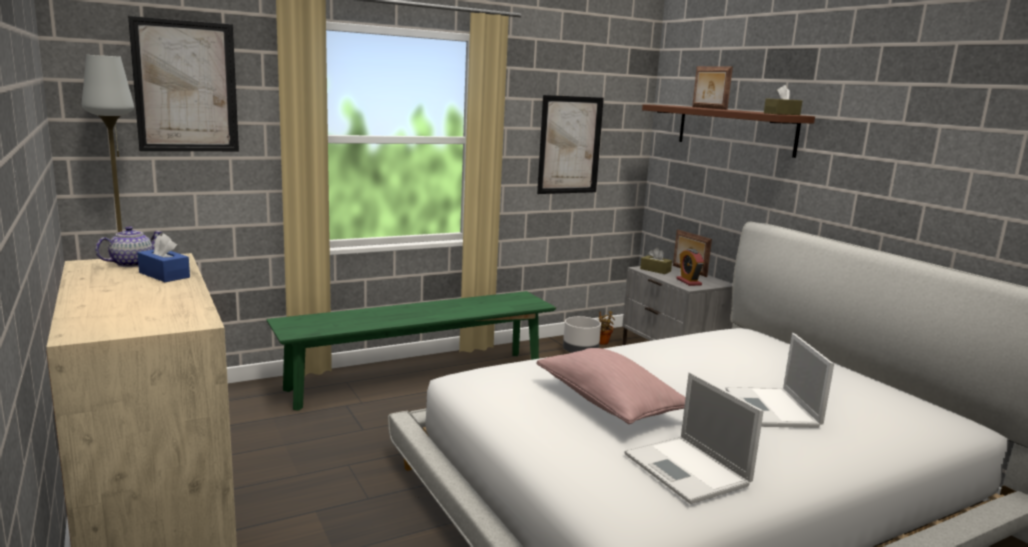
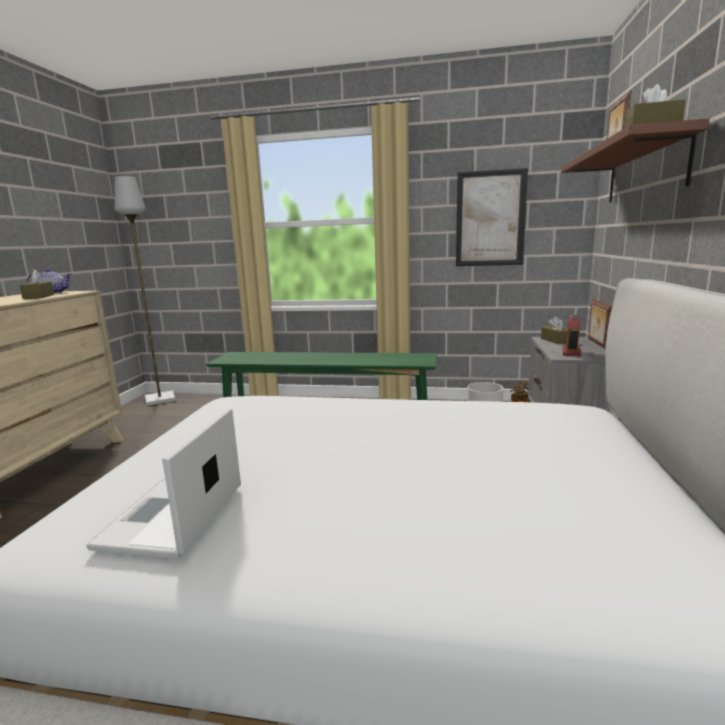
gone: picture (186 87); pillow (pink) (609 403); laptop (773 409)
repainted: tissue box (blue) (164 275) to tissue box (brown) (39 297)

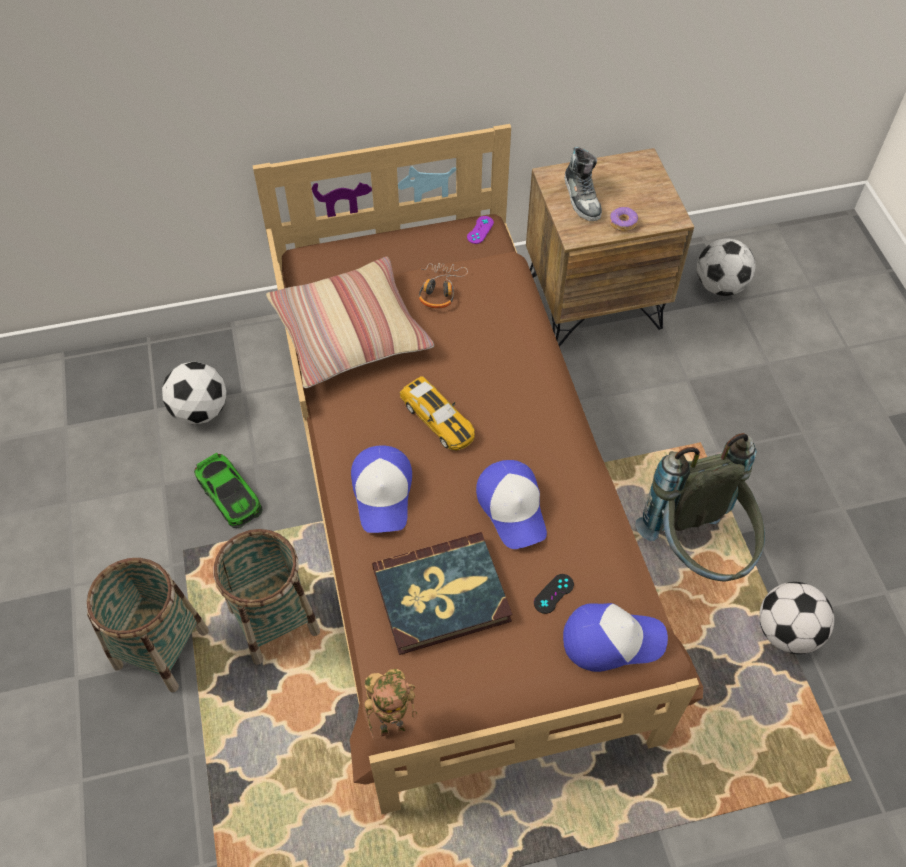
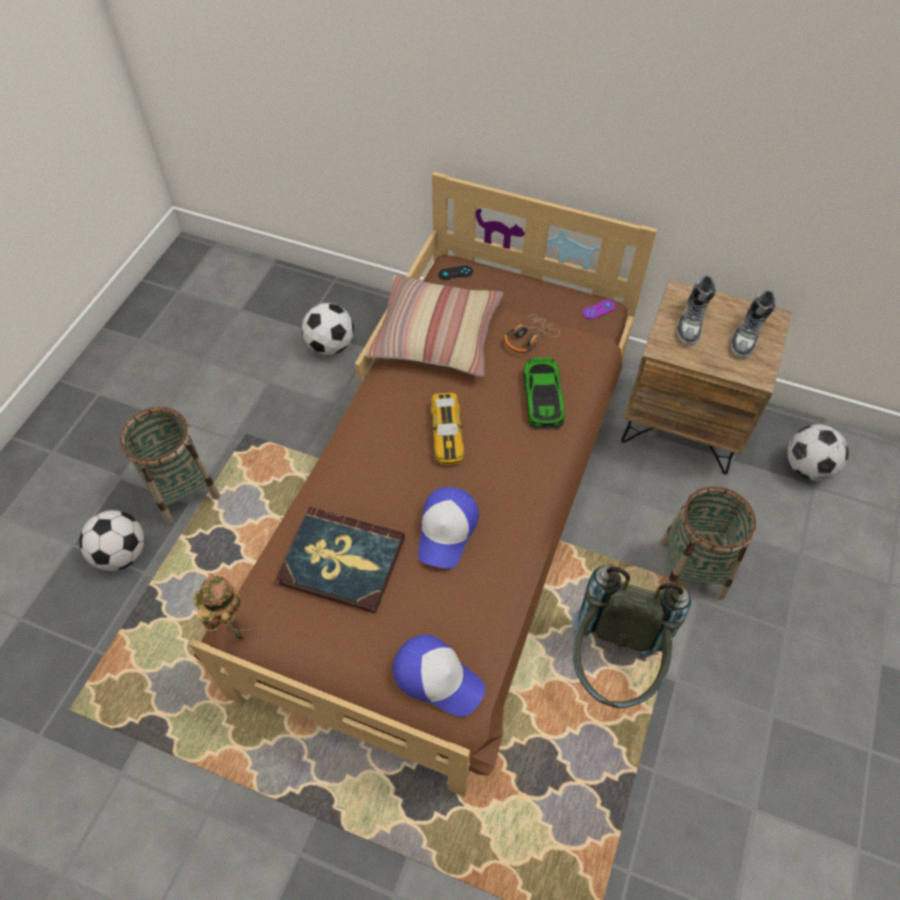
gone: cap (383 493); donut (622 223)
new: shoe (748 335)
shifted: toy car (229 494) to (542 398); basket (274 621) to (691 569); game controller (black) (553 594) to (455 273); football (786 631) to (121 554)
rotated: toy robot (393 726) = (234 631) 135 degrees counterclockwise

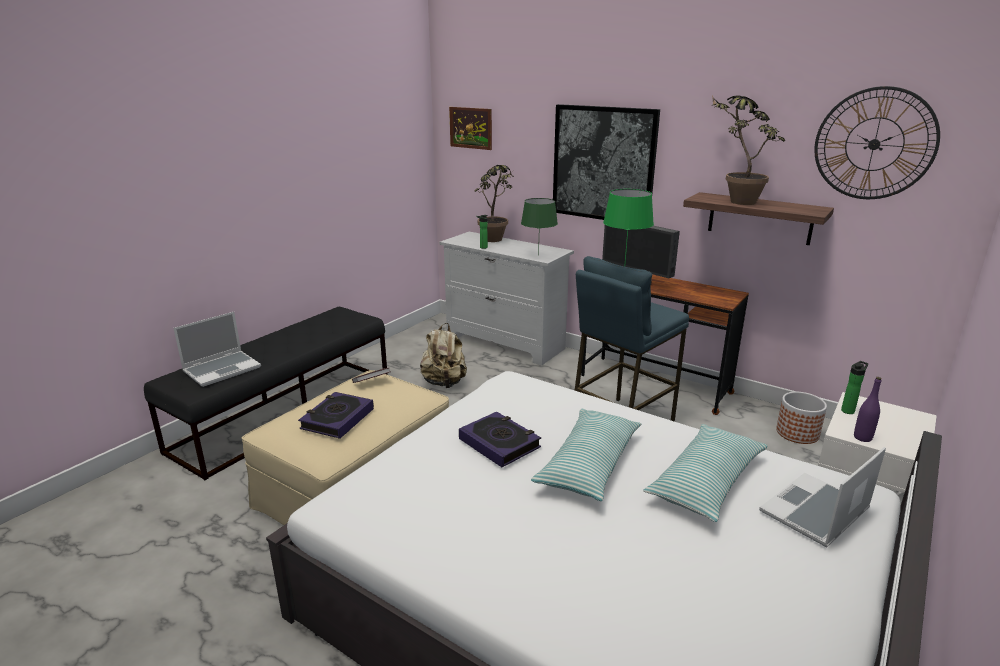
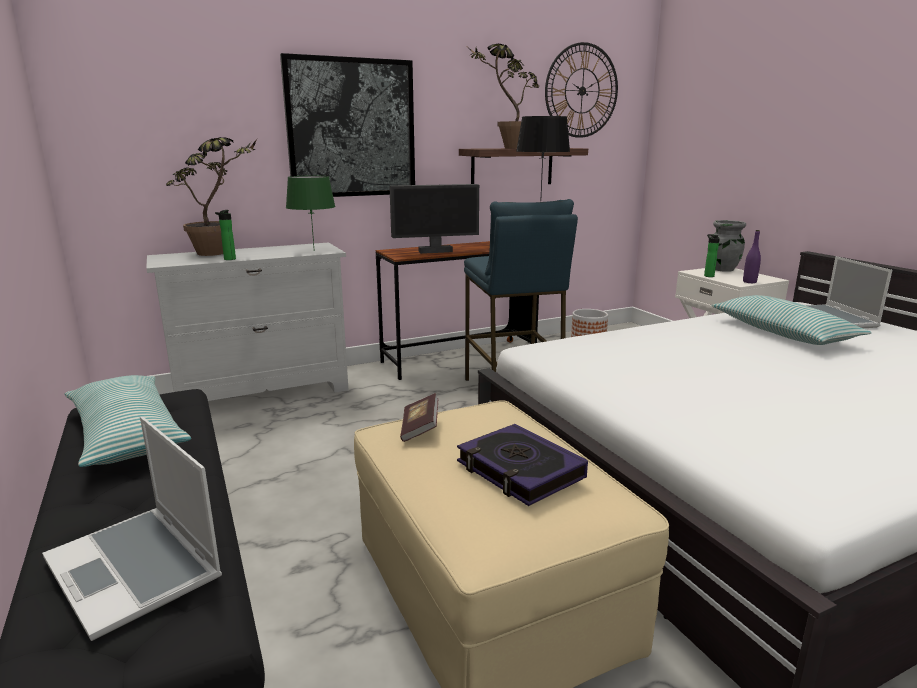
gone: backpack (beige) (444 383); picture (471 128); book (499 443)
new: vase (grey) (722 269)
shifted: pillow (589 464) to (126 434)
repainted: table lamp (green) (624 266) to table lamp (black) (540 201)
rotated: laptop (222 369) = (136 570) 150 degrees clockwise

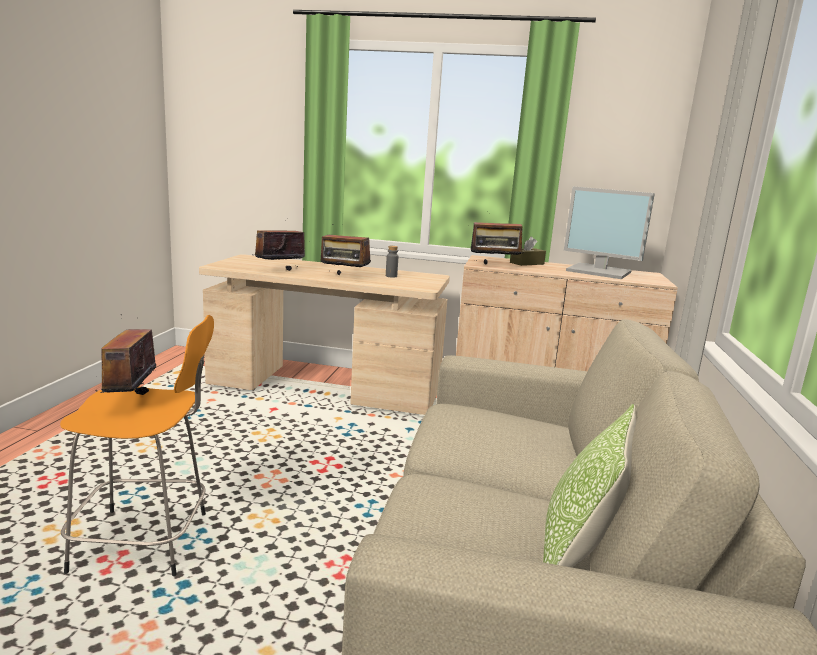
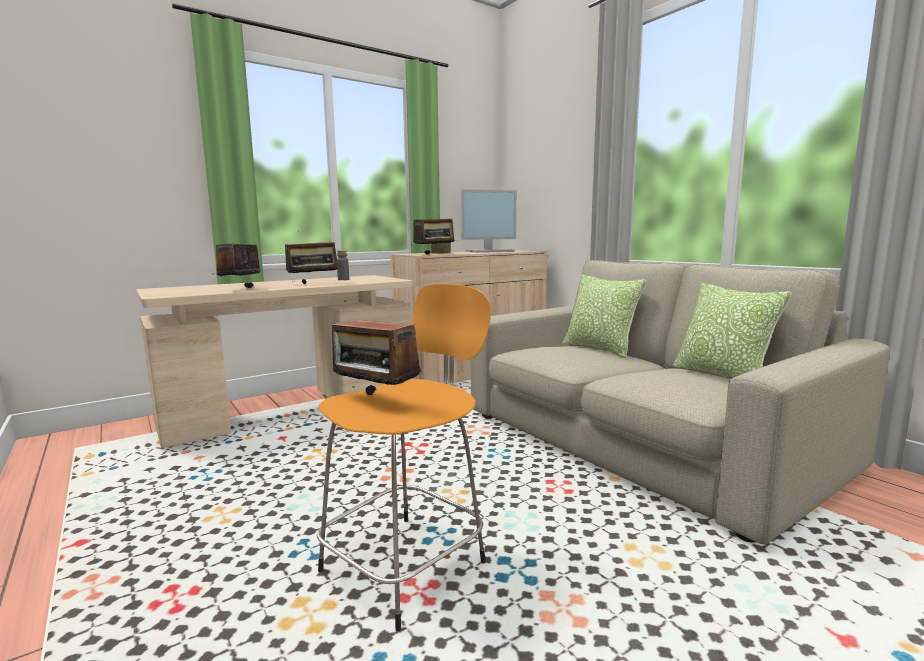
new: pillow (599 349)

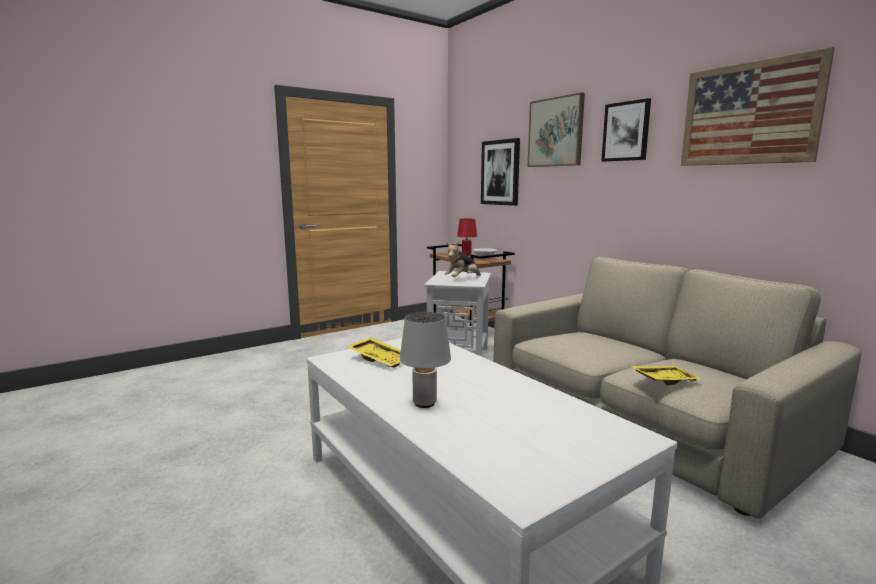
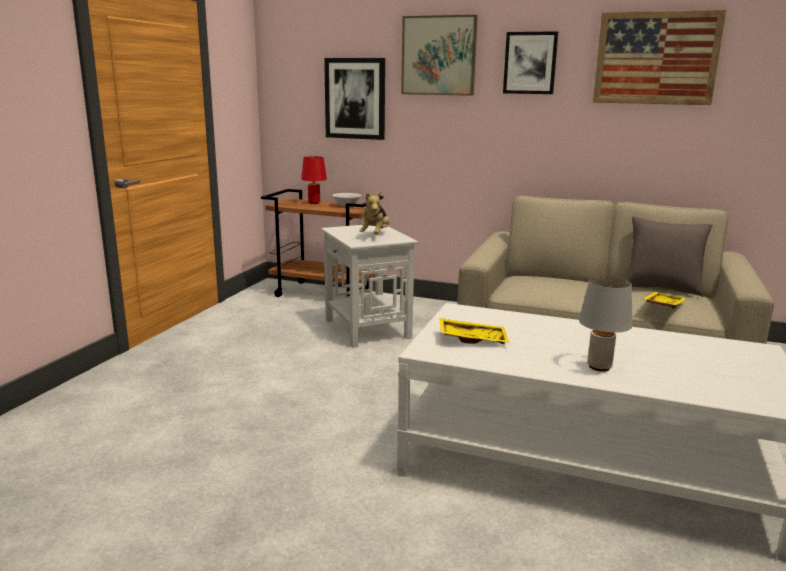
new: pillow (grey) (661 289)

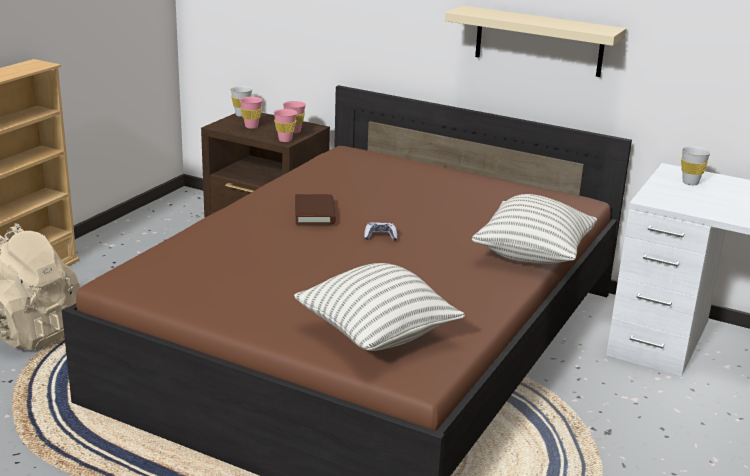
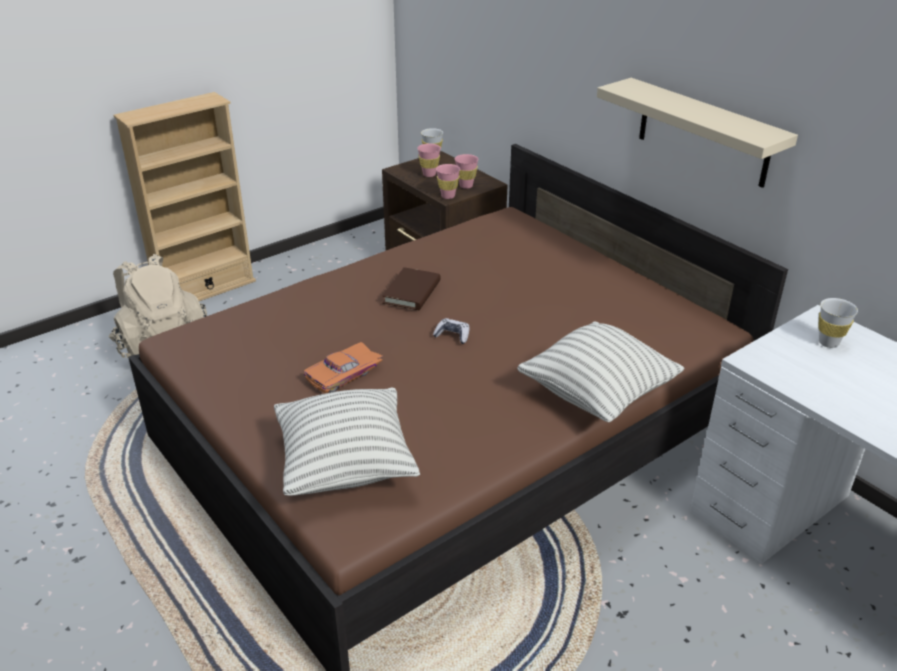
new: toy car (orange) (345 375)

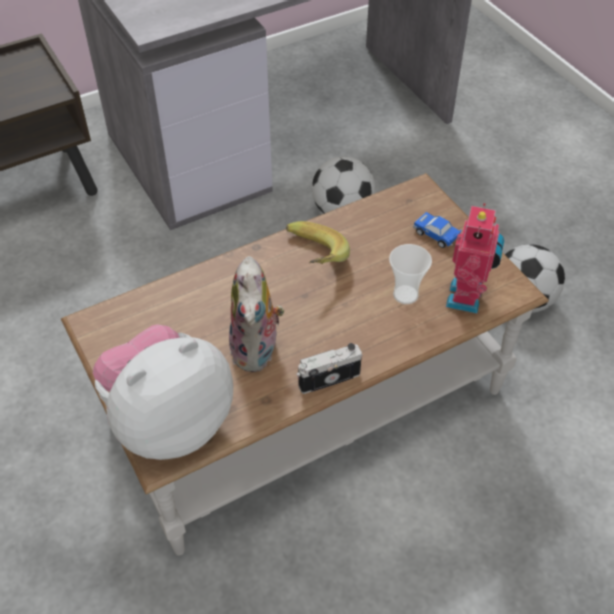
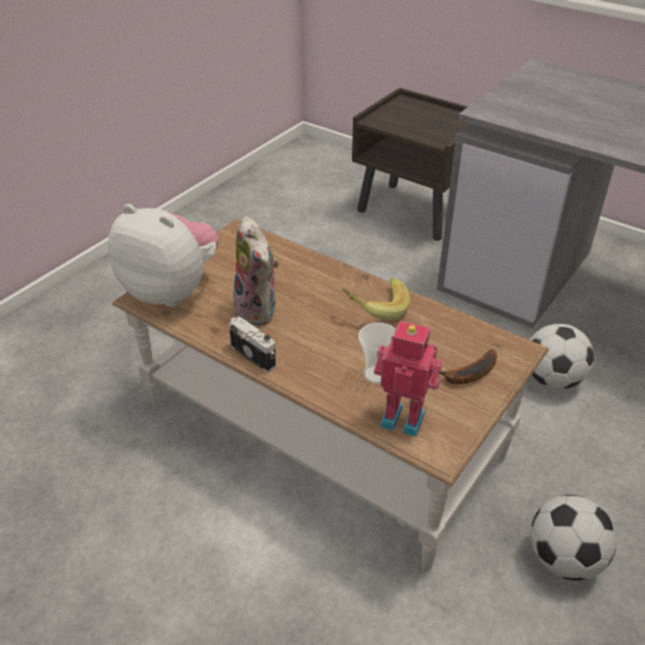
swapped: toy car (436 235) to banana (468 375)
rotated: plush toy (257 350) = (260 310) 90 degrees counterclockwise; toy robot (467 298) = (403 417) 150 degrees counterclockwise

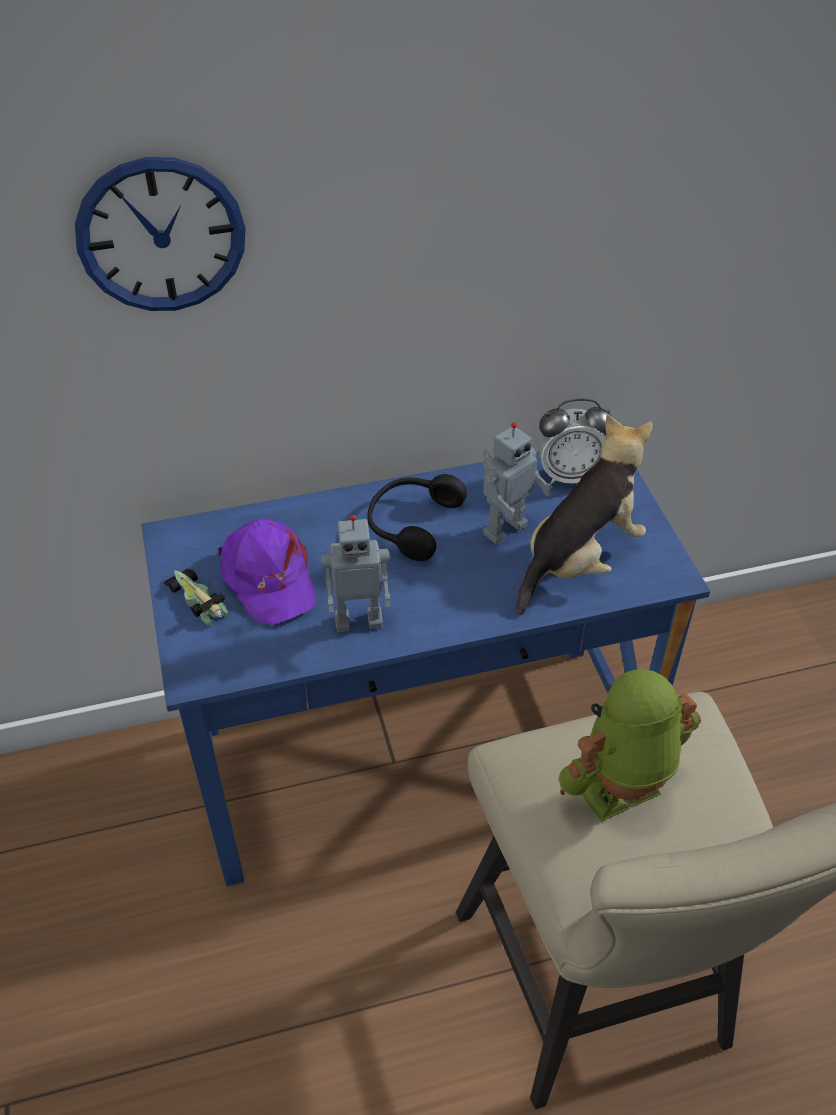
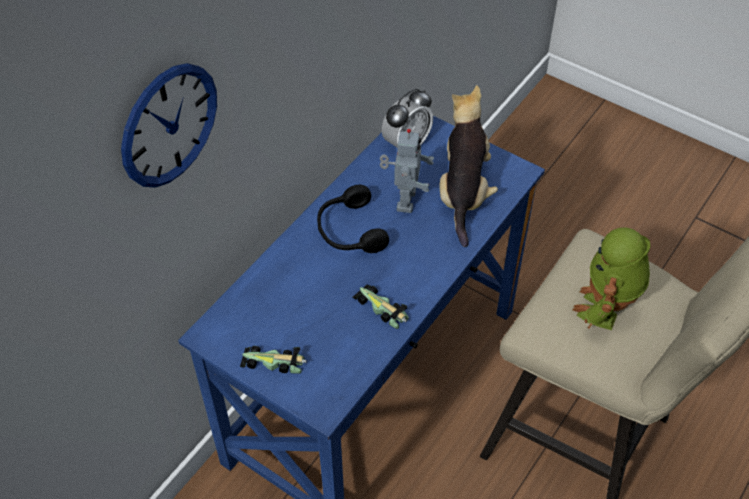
gone: cap (purple) (268 578)
swapped: toy robot (358 619) to toy car (382 308)

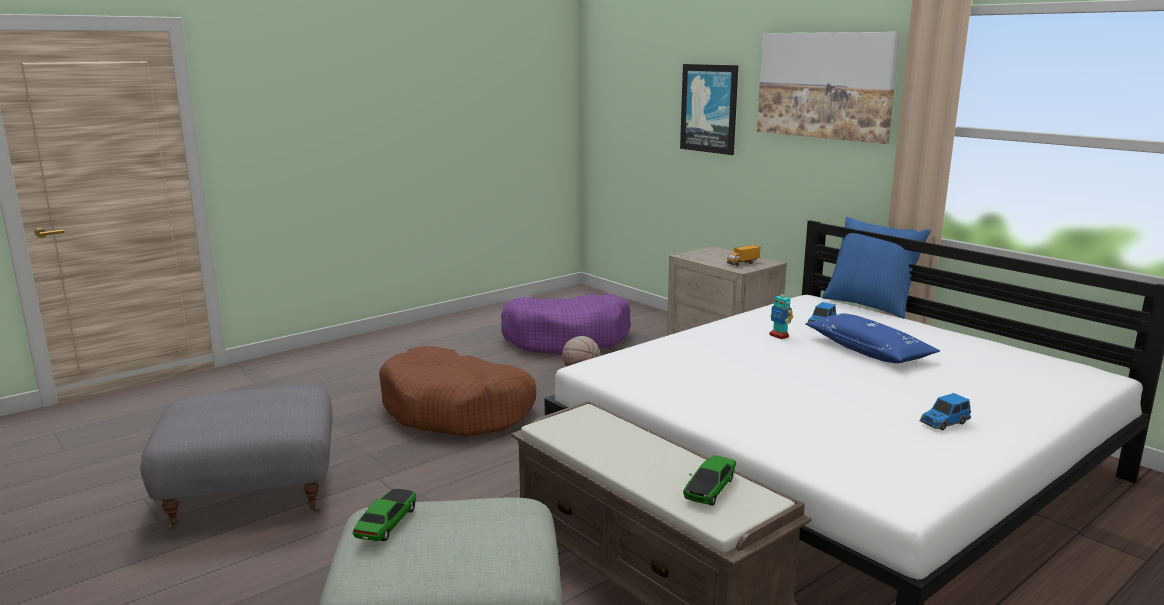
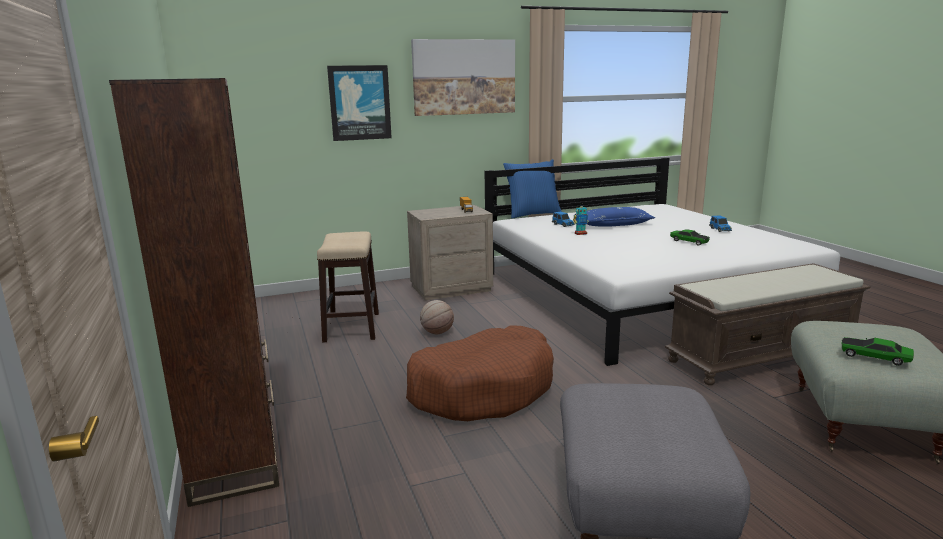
new: bookcase (brown) (235 462)
shifted: toy car (710 489) to (689 242)
swapped: dog bed (purple) (567 339) to stool (352 327)

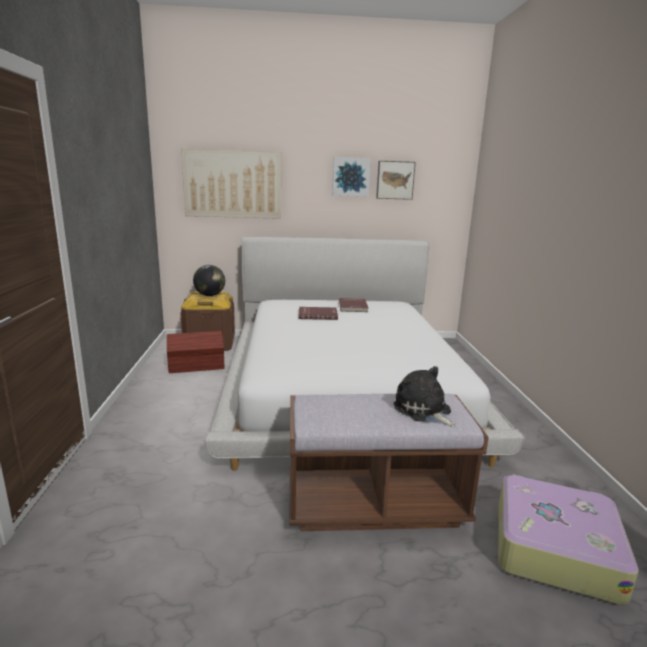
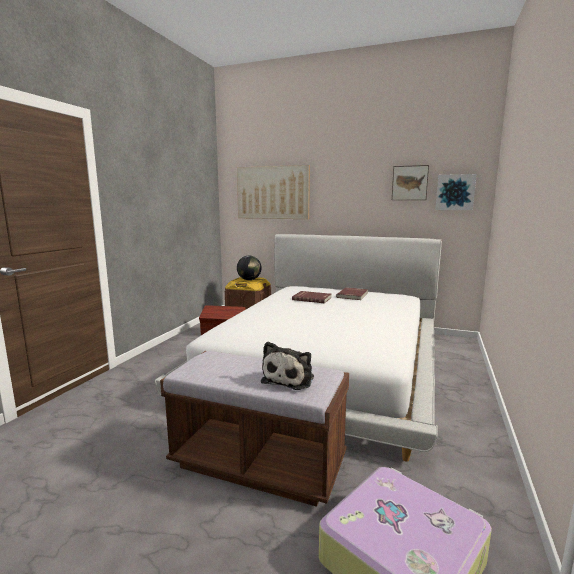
shifted: picture (350 177) to (455 192)
rotated: plush toy (424 411) = (290 378) 150 degrees counterclockwise

